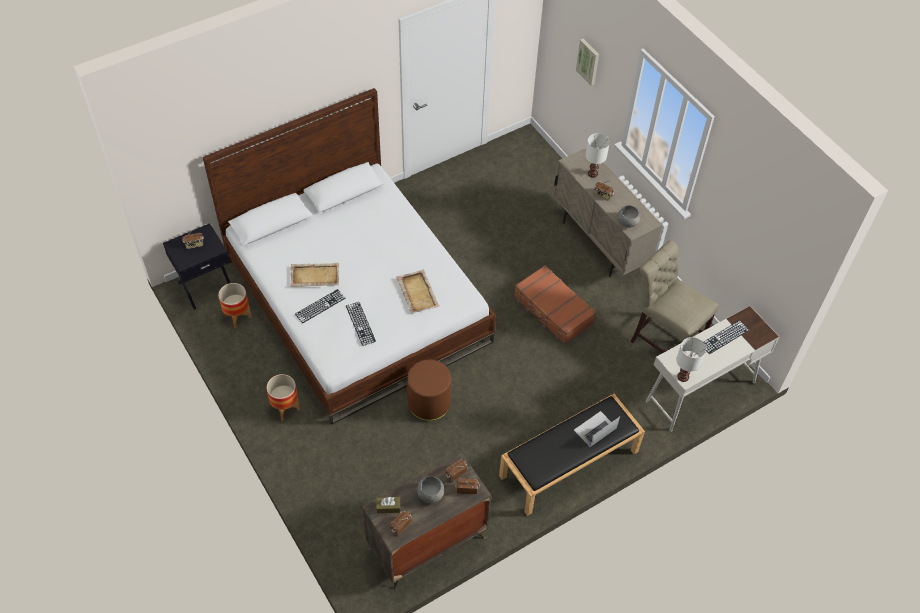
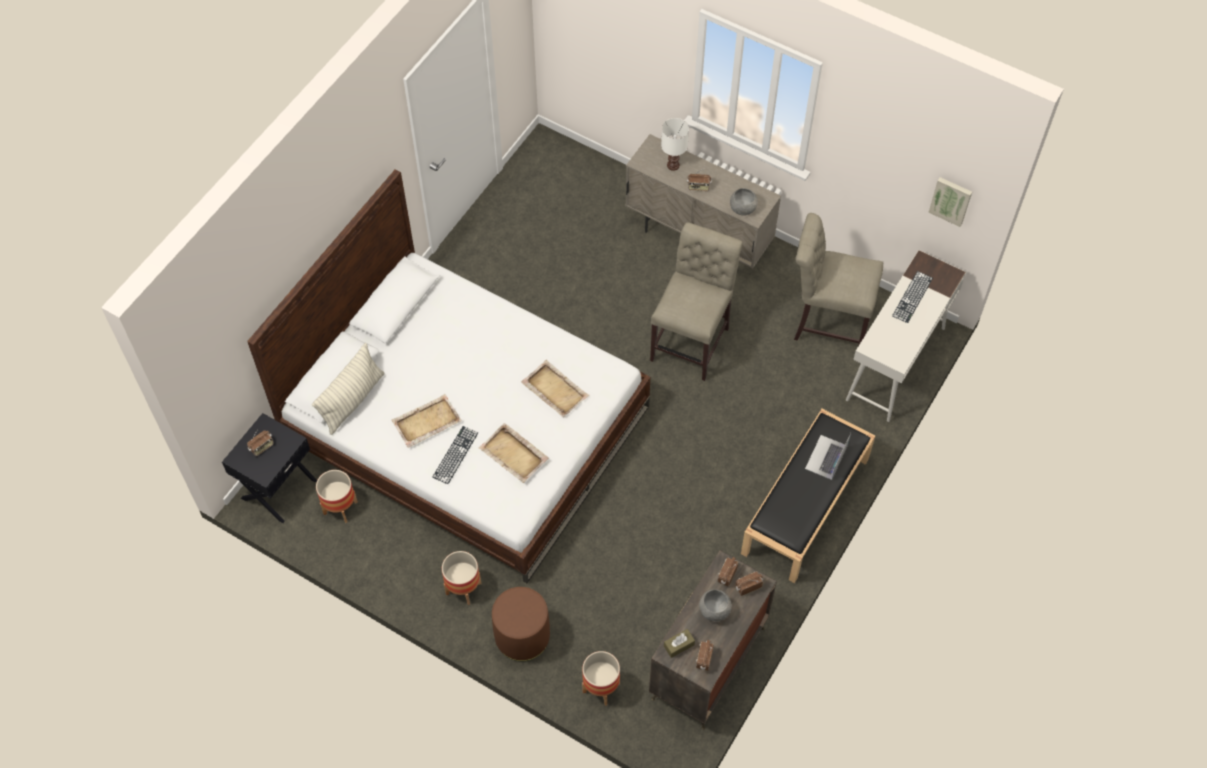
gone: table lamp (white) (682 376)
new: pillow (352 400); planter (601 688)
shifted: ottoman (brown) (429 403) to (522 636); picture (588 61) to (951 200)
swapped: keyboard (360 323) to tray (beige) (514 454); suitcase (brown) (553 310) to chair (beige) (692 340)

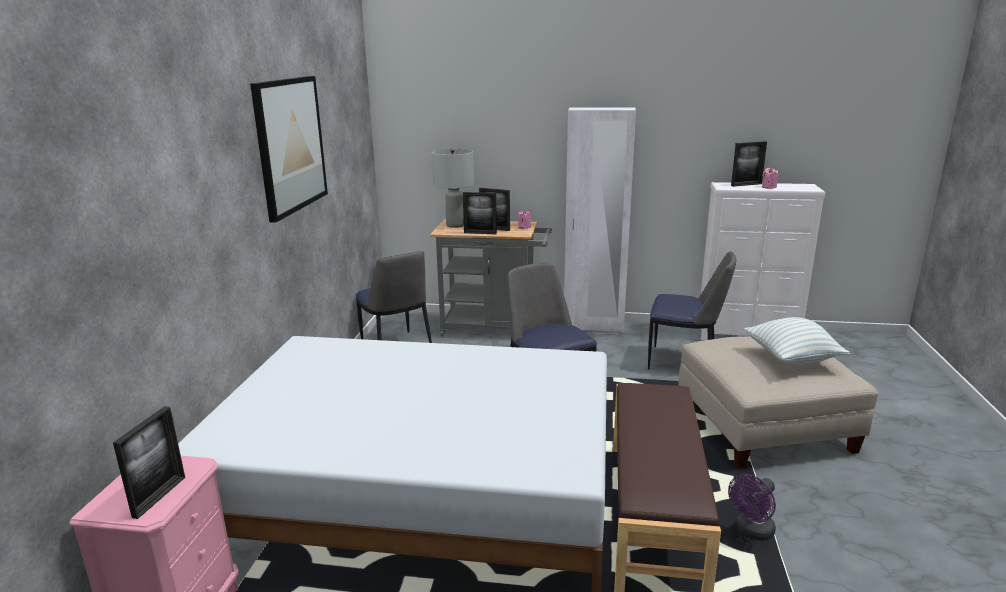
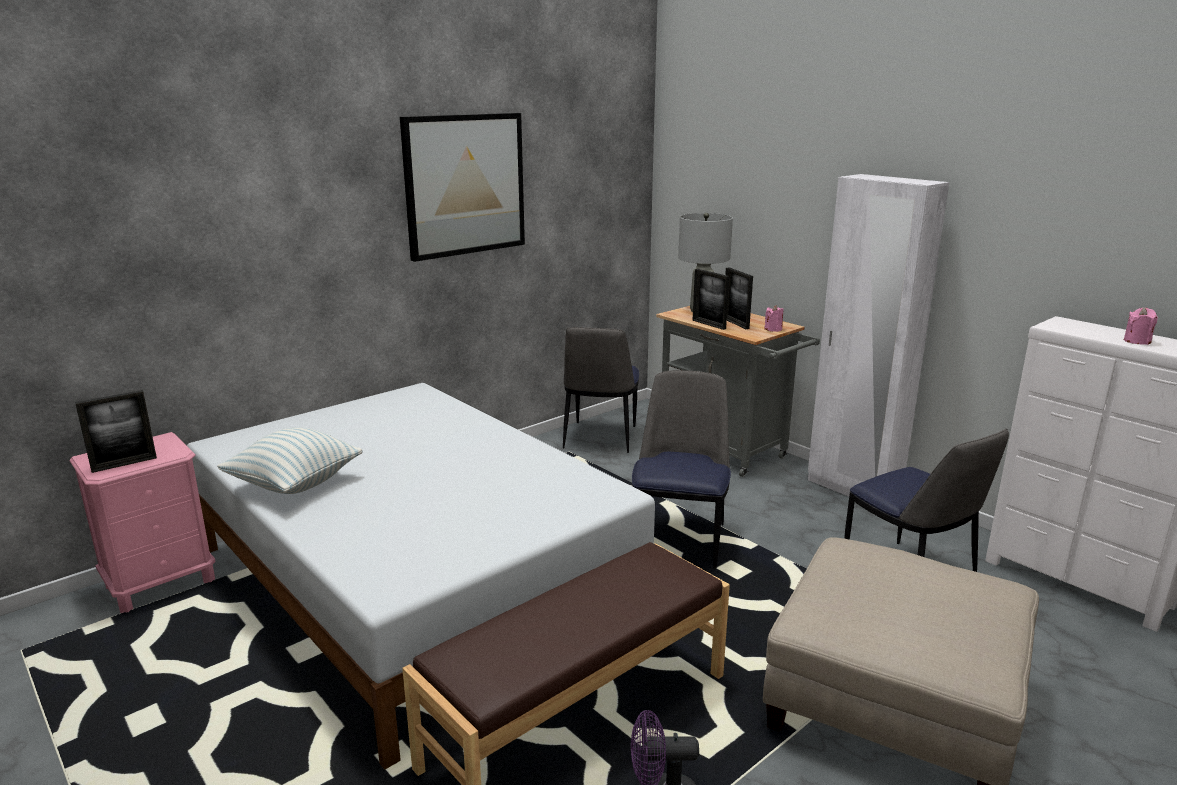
gone: picture frame (746 185)
shifted: pillow (791 359) to (295 484)

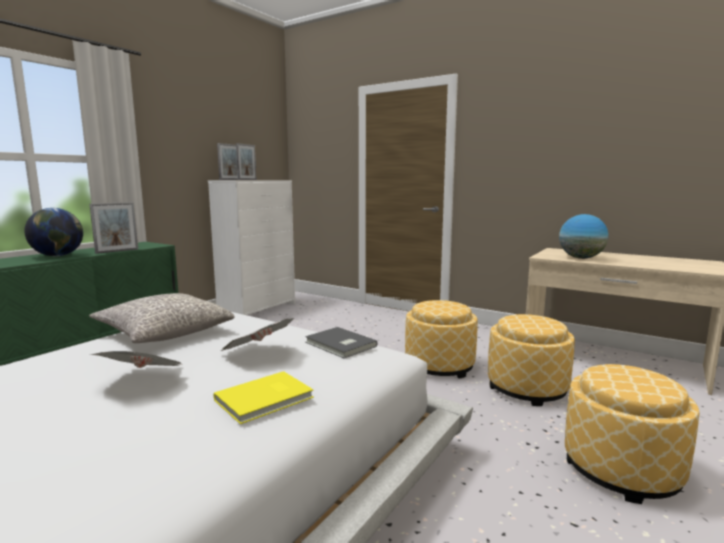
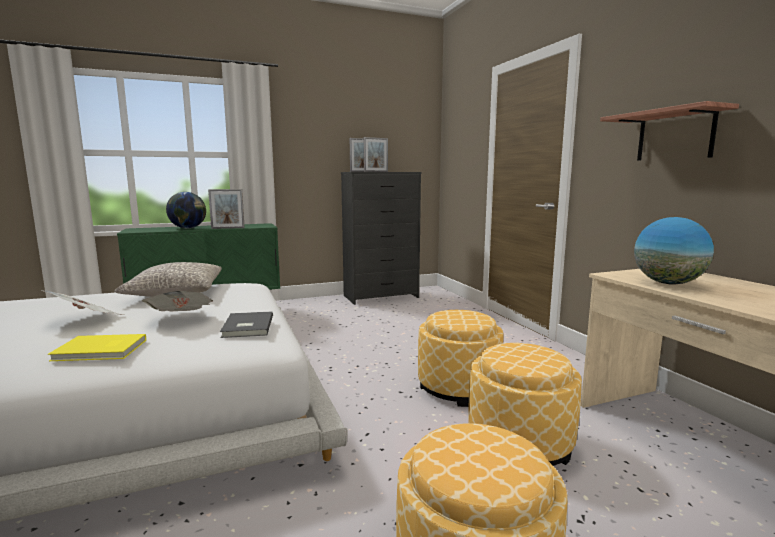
new: shelf (675 135)
repainted: dresser (white) (258 309) to dresser (black) (381 296)

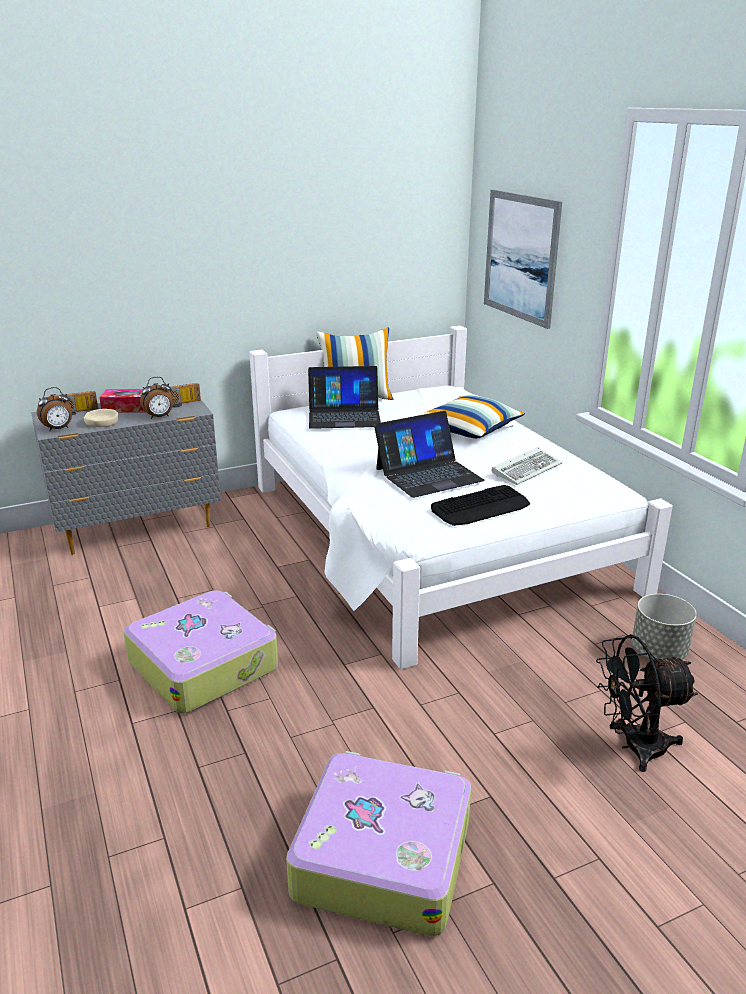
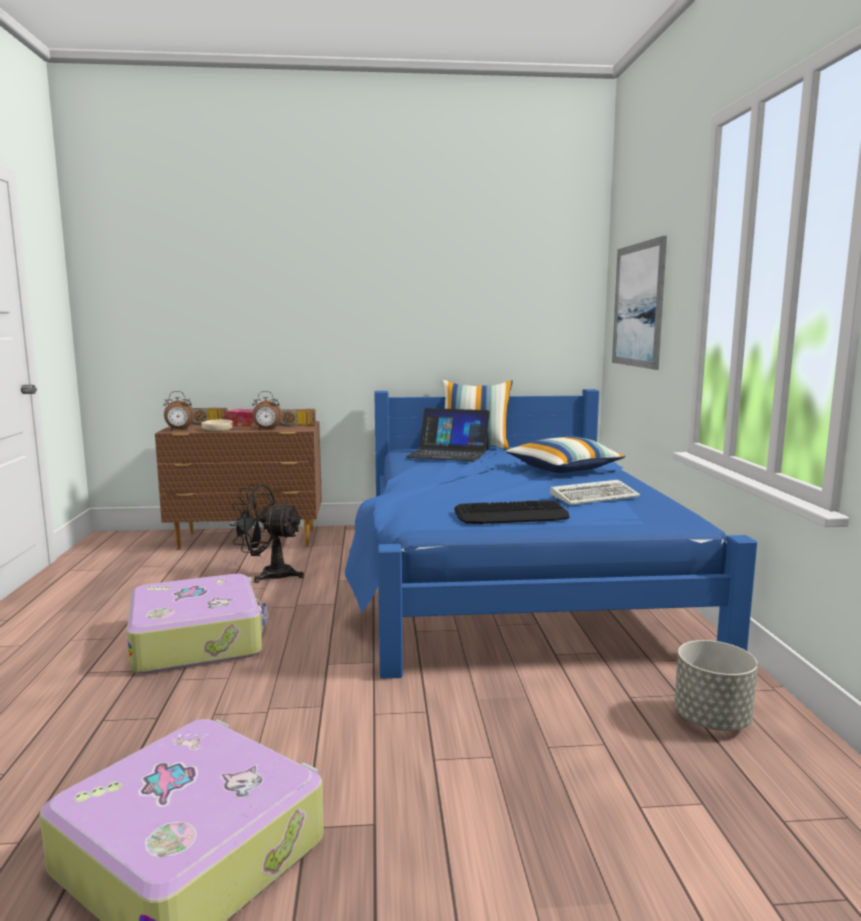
gone: laptop (428 474)
shifted: fan (black) (634 747) to (269 574)
repainted: dresser (grey) (139 528) to dresser (brown) (248 540); bed (white) (433 536) to bed (blue) (512 579)

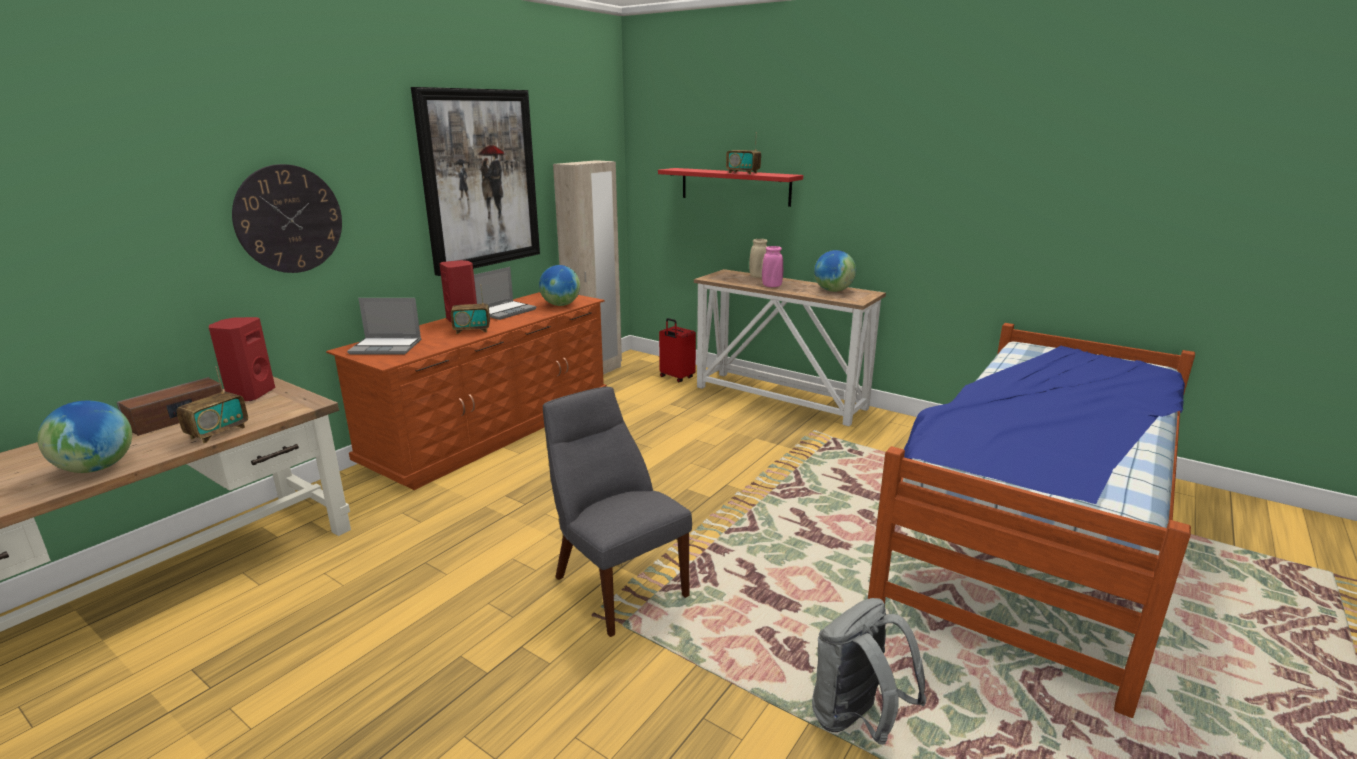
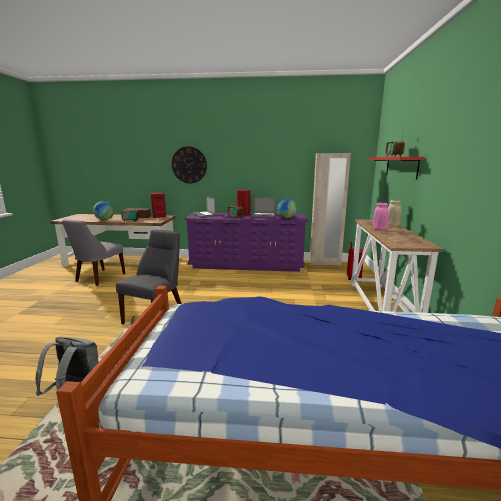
gone: picture (480 180); globe (833 291)
new: chair (grey) (98 278)
repainted: dresser (brown) (493 430) to dresser (purple) (247 264)

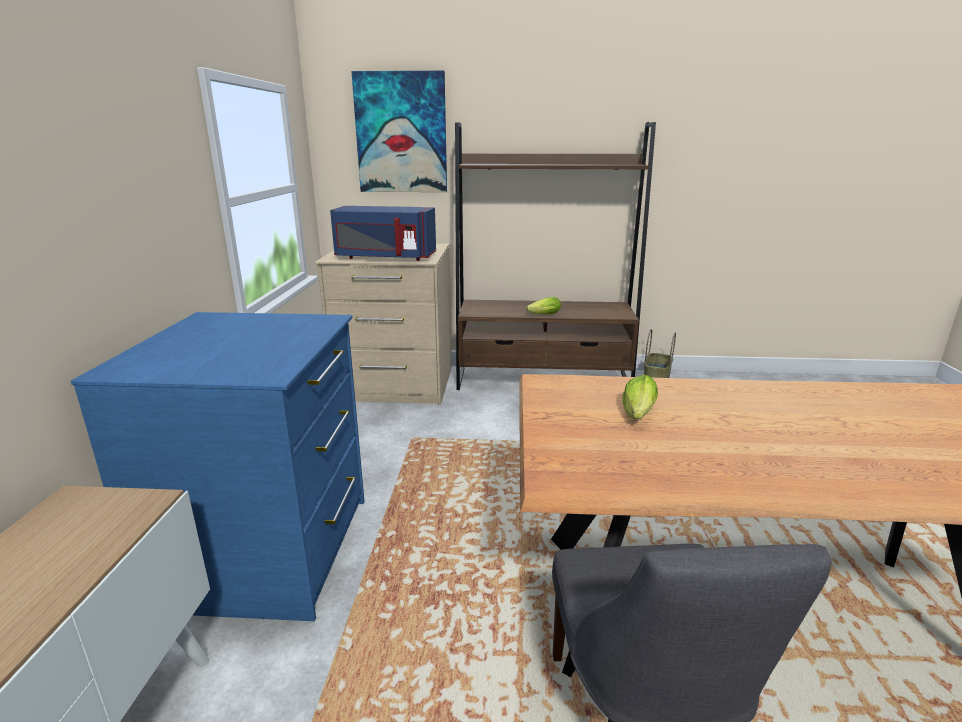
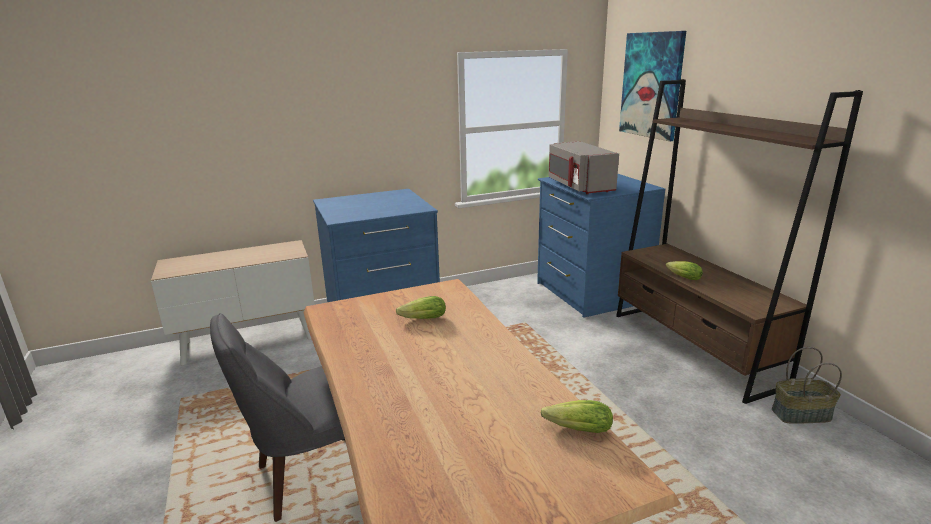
new: lettuce (575 429)
repainted: dresser (beige) (395 384) to dresser (blue) (590 292); microwave (blue) (385 257) to microwave (grey) (579 186)

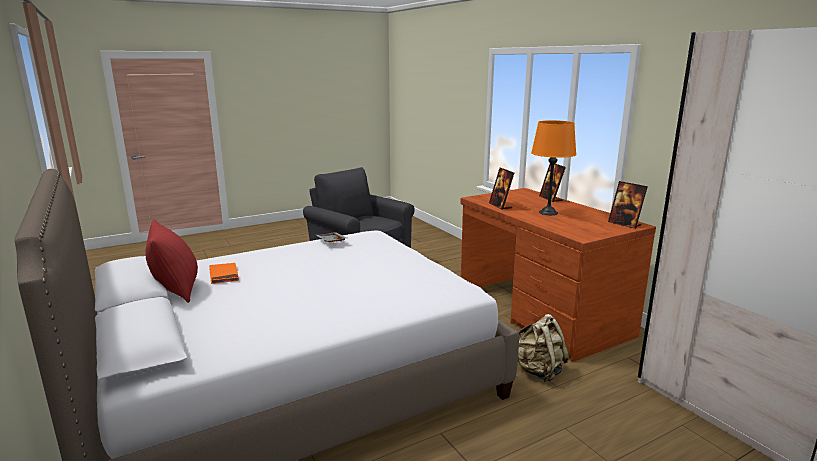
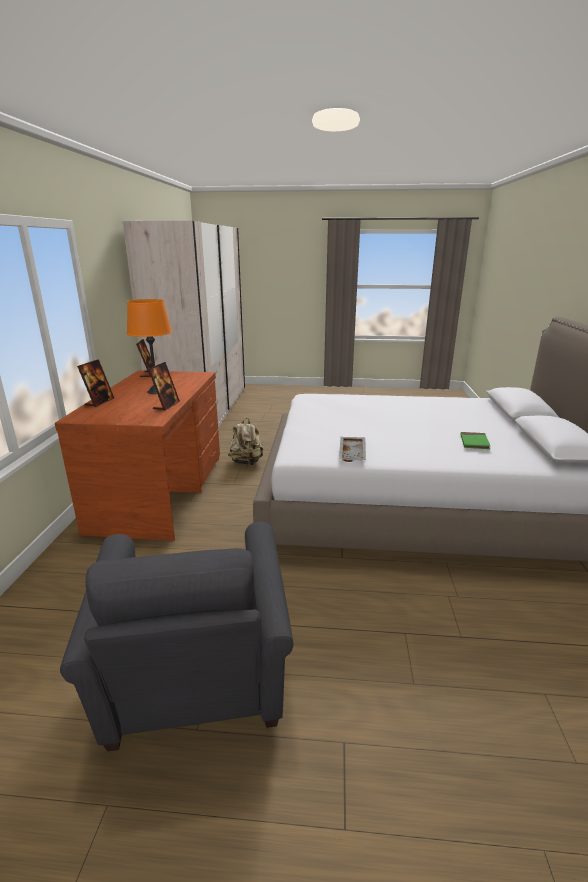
gone: pillow (red) (176 290)
repainted: book (orange) (224 275) to book (green) (474 442)

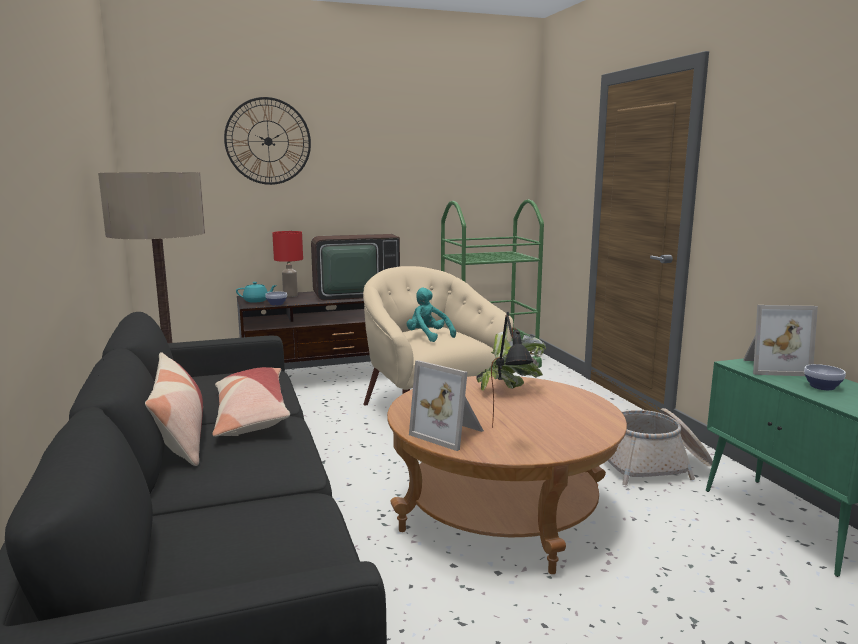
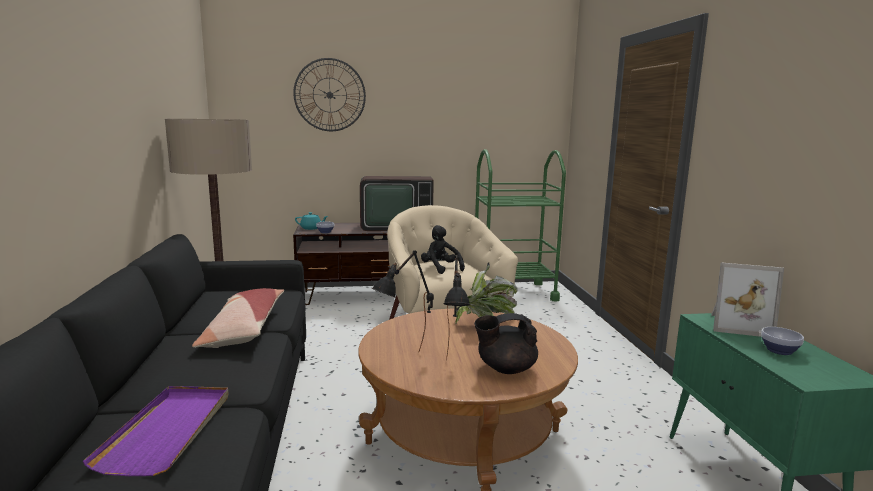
gone: pillow (180 437); table lamp (red) (290 295); basket (654 466)
new: tray (purple) (168 431); teapot (black) (505 369)
swapped: picture frame (450 433) to table lamp (black) (405 362)
repainted: plush toy (turquoise) (428 336) to plush toy (black) (440 268)

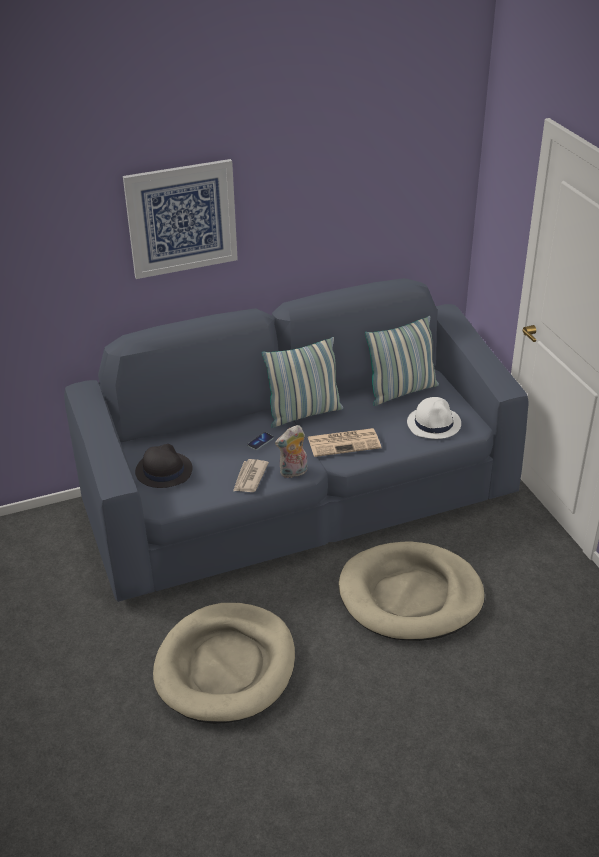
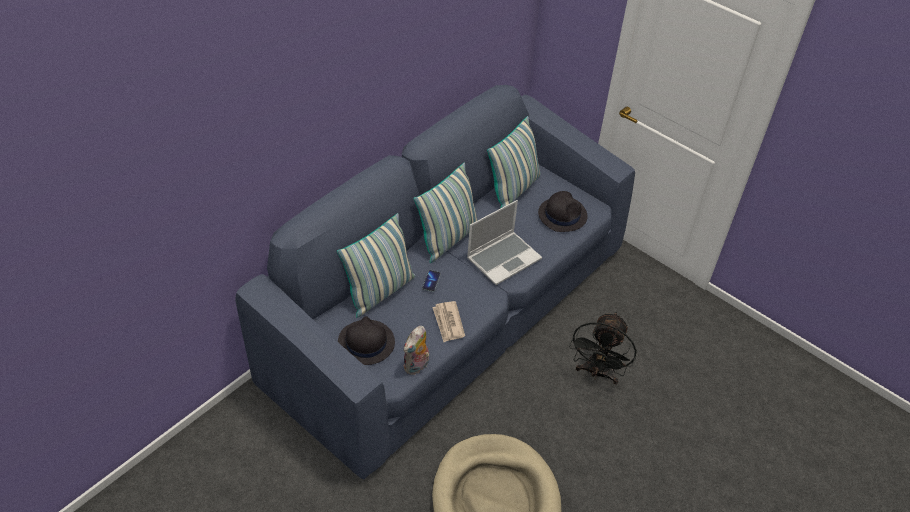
gone: picture (181 218)
new: pillow (380 291)
shifted: plush toy (293 473) to (417 366)
swapped: newspaper (345 442) to laptop (504 258); dog bed (beige) (410 596) to fan (black) (597 373)
repainted: hat (white) (434 423) to hat (black) (562 214)

